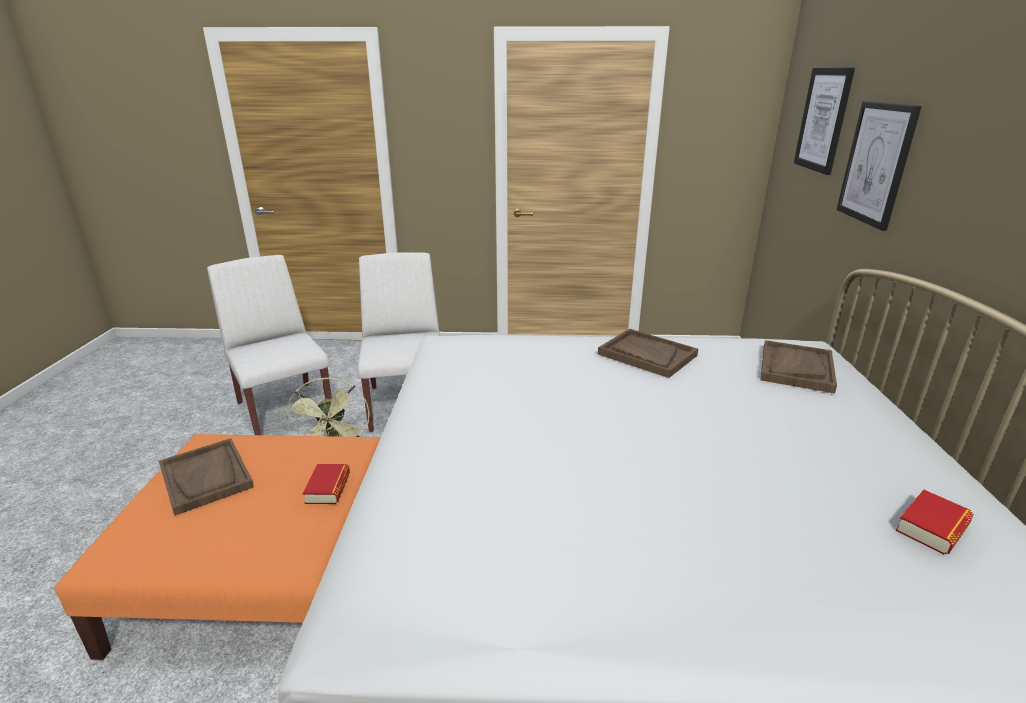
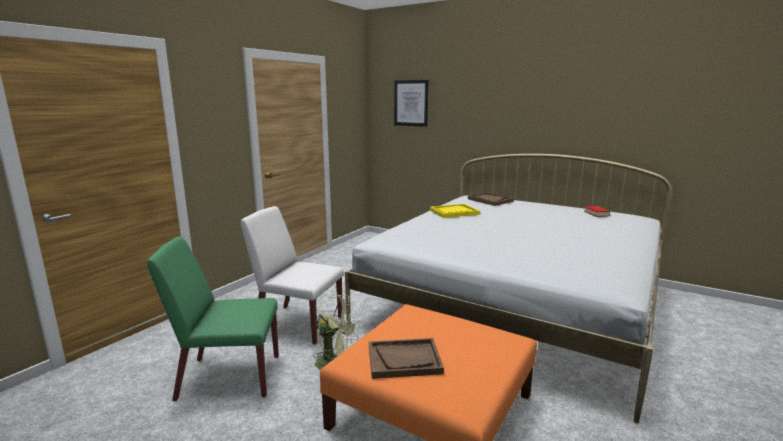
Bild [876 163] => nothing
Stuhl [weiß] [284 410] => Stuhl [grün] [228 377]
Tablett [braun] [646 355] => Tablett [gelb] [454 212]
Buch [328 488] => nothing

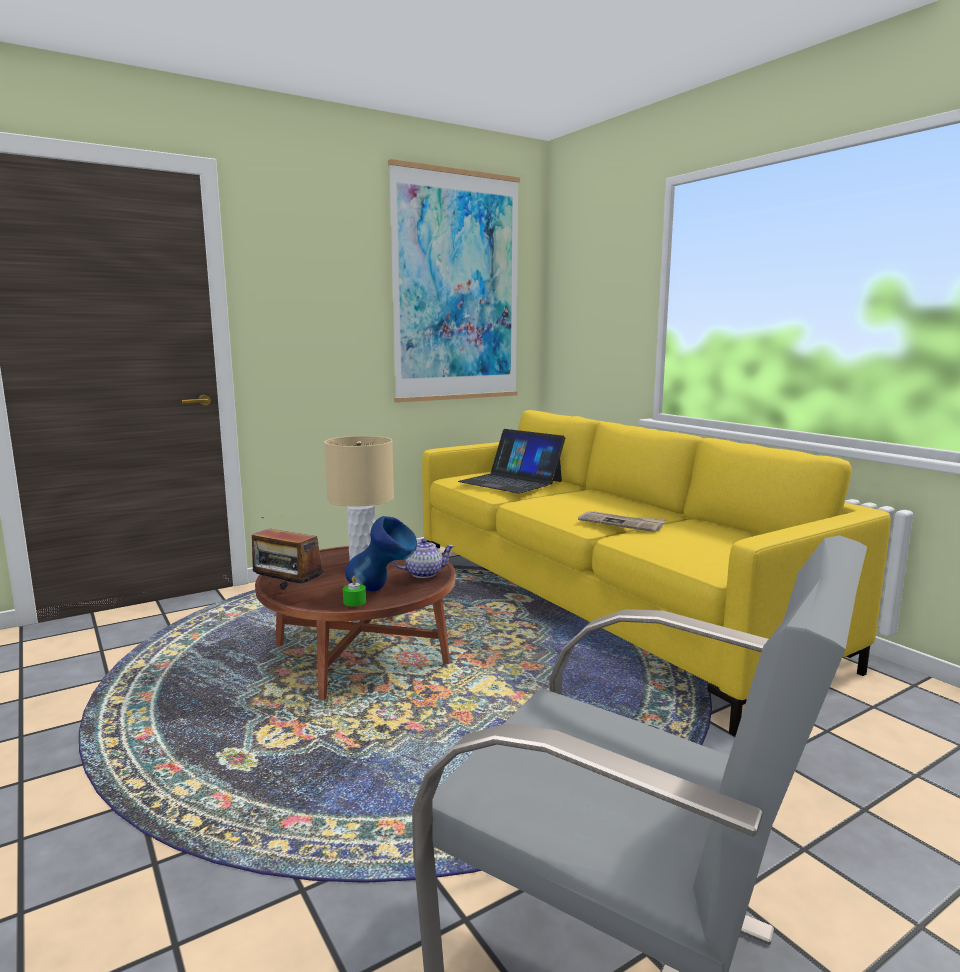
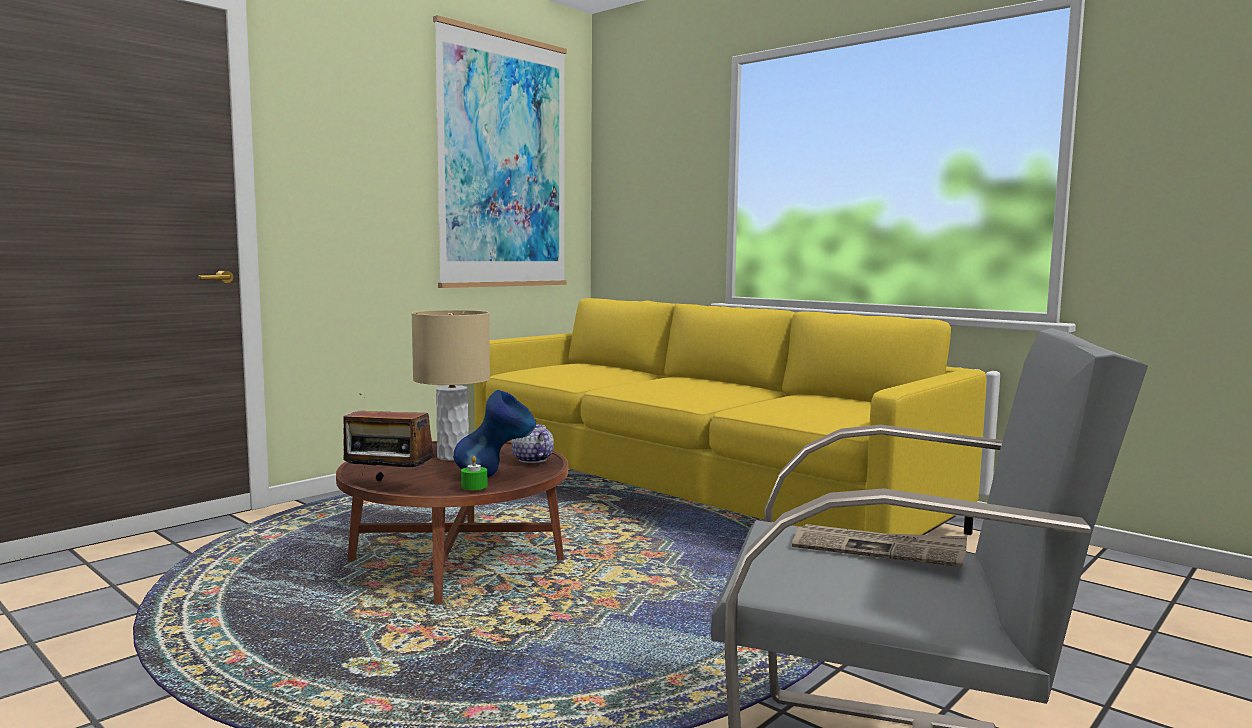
Laptop [511 481] => nothing
Zeitung [622 523] => Zeitung [878 549], moved
Teekanne [424 573] => Teekanne [531 459], 90 degrees counterclockwise

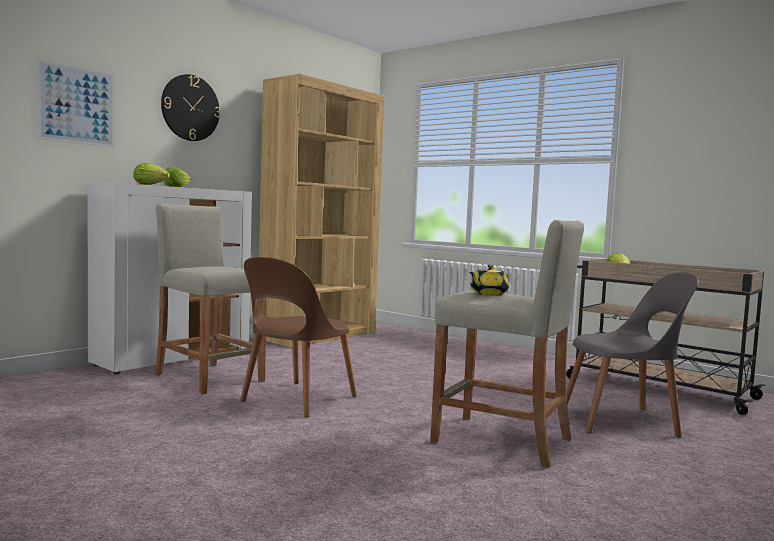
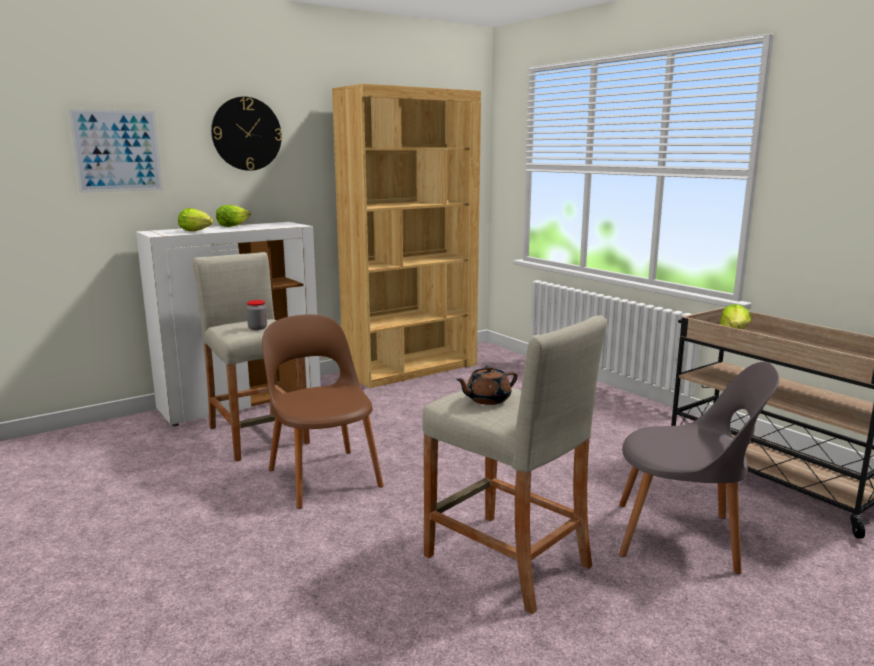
Stuhl [braun] [296 400] => Stuhl [braun] [323 475], 105 degrees clockwise
Teekanne [gelb] [488 294] => Teekanne [braun] [487 399]
nothing => Vorratsglas [257 328]

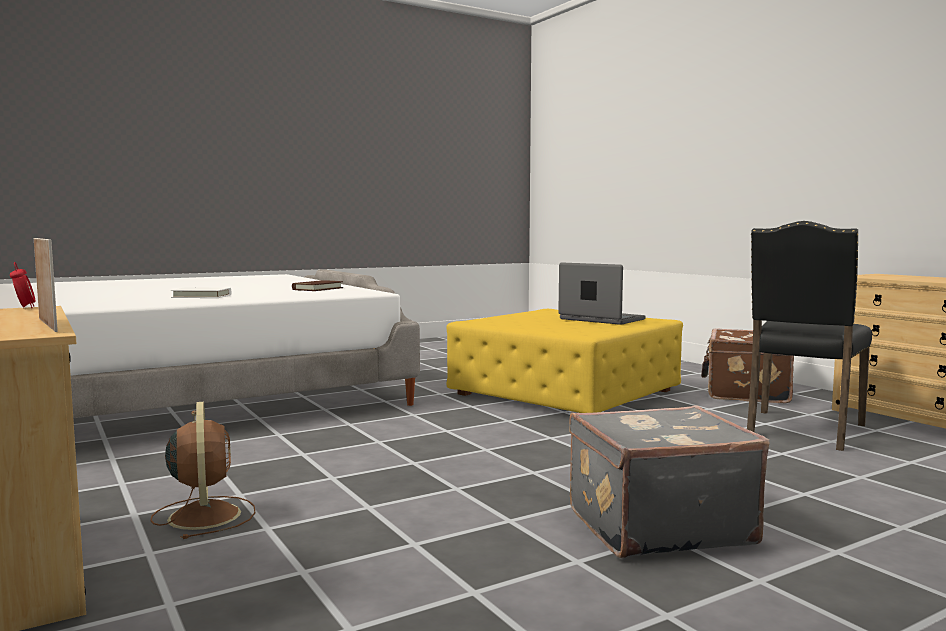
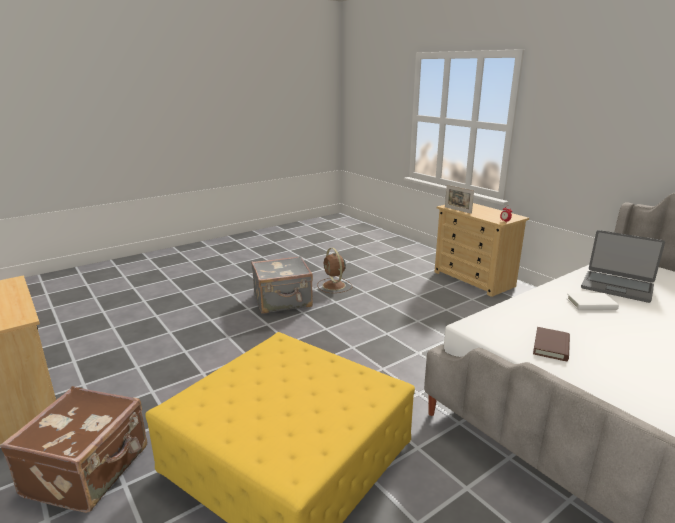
Stuhl [schwarz] [802 430] => nothing
Laptop [601 319] => Laptop [617 287], moved
Ventilator [braun] [204 515] => Ventilator [braun] [334 286], moved

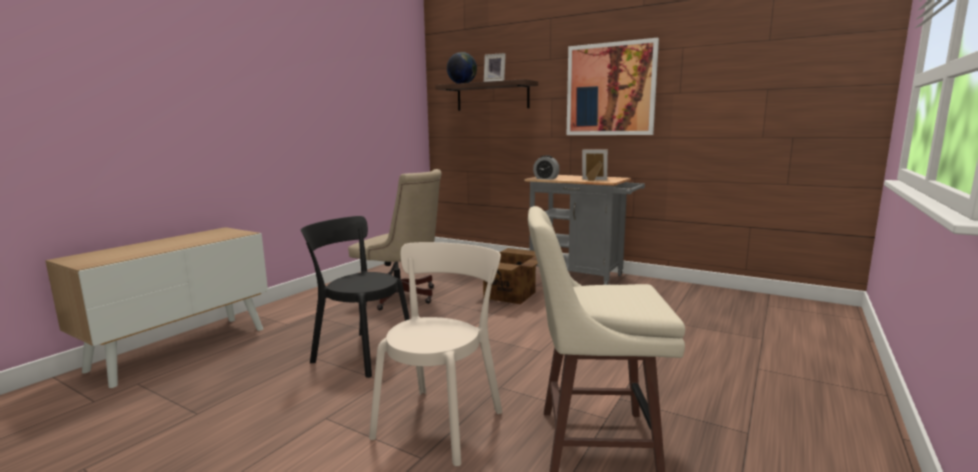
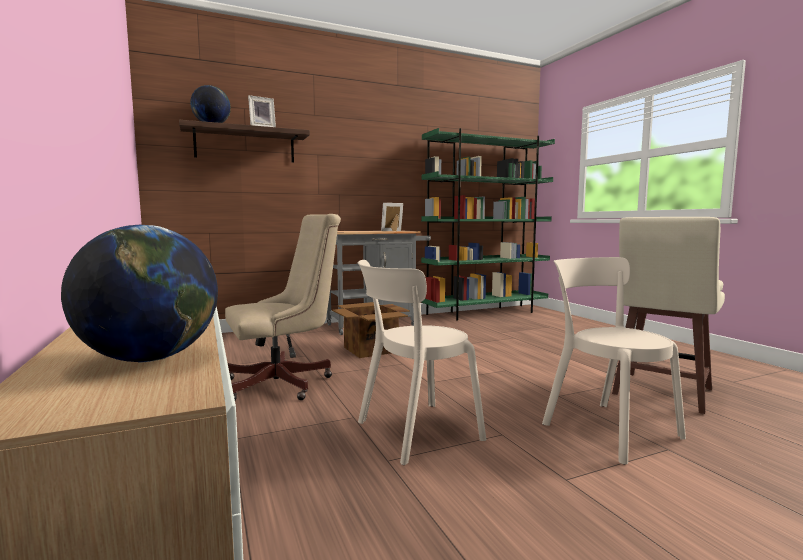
Bild [610 89] => nothing
Wecker [546 178] => nothing
Stuhl [schwarz] [360 353] => Stuhl [beige] [413 432]
nothing => Bücherregal [grün] [485 313]
nothing => Globus [150 359]

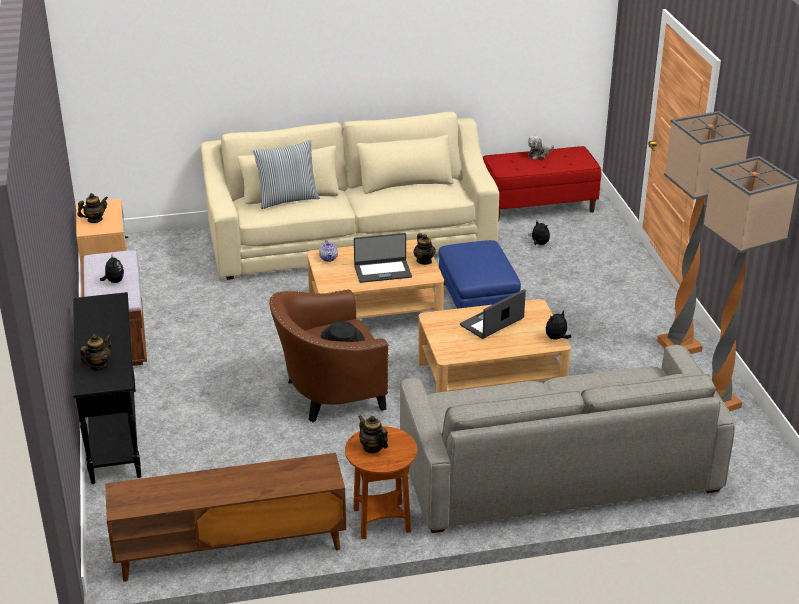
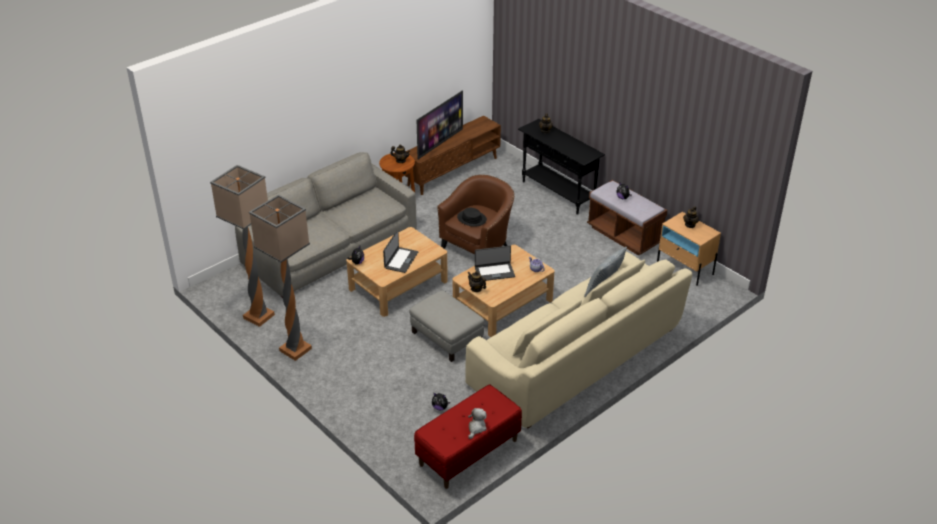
Laptop [382 271] => Laptop [494 272], 150 degrees counterclockwise
Polsterhocker [blau] [476 300] => Polsterhocker [grau] [447 337]
nothing => Fernseher [439 143]

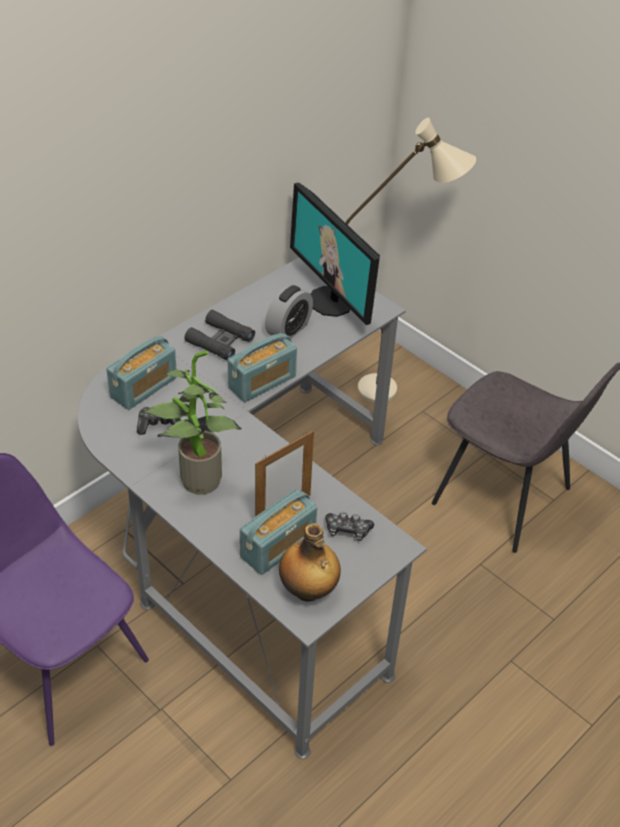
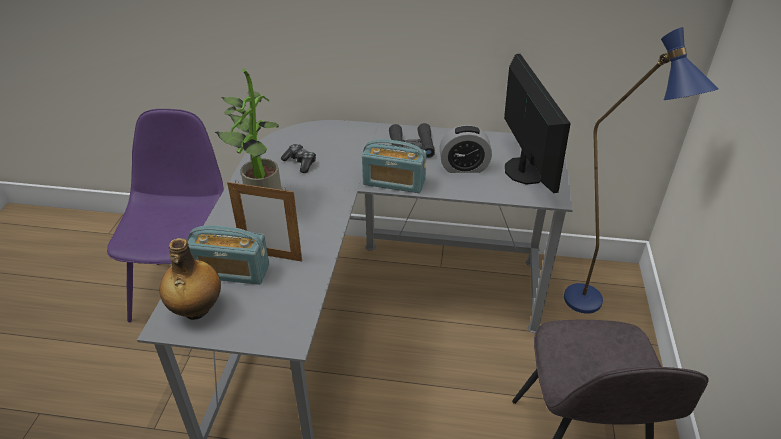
Stehlampe [beige] [392 392] => Stehlampe [blau] [592 309]
Monitor [331 301] => Monitor [523 171], 150 degrees clockwise
Radio [144 387] => nothing
Gamepad [347 530] => nothing

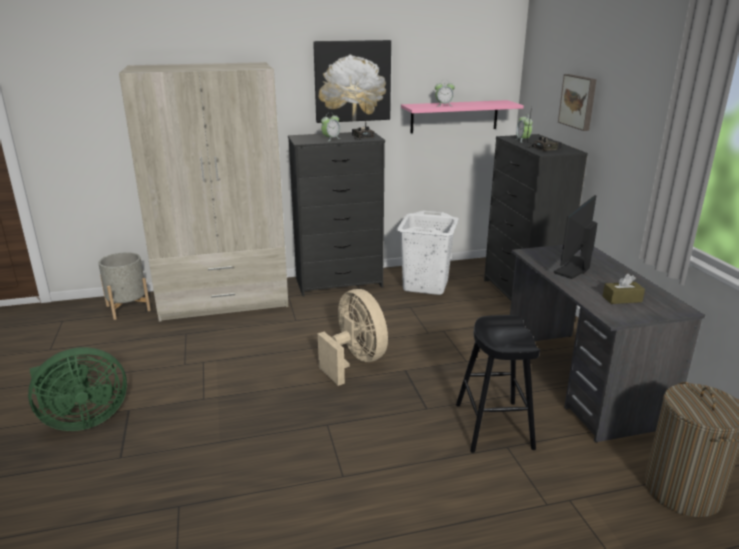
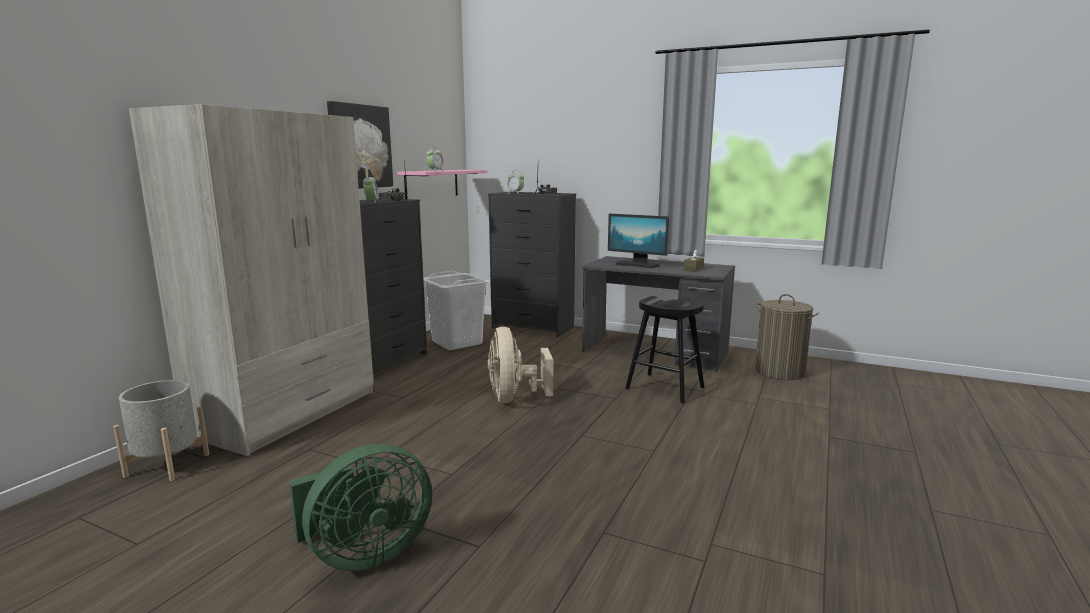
Bild [578 101] => nothing
Monitor [574 268] => Monitor [636 265], 45 degrees counterclockwise
Ventilator [beige] [355 361] => Ventilator [beige] [514 398], 105 degrees counterclockwise
Ventilator [grün] [82 420] => Ventilator [grün] [364 555], 45 degrees clockwise

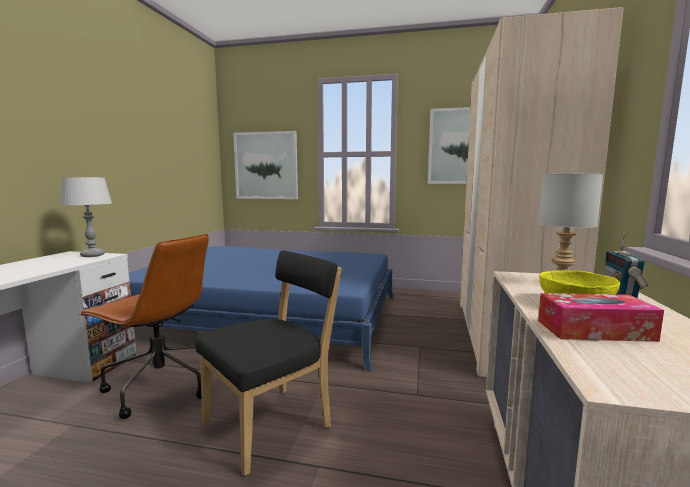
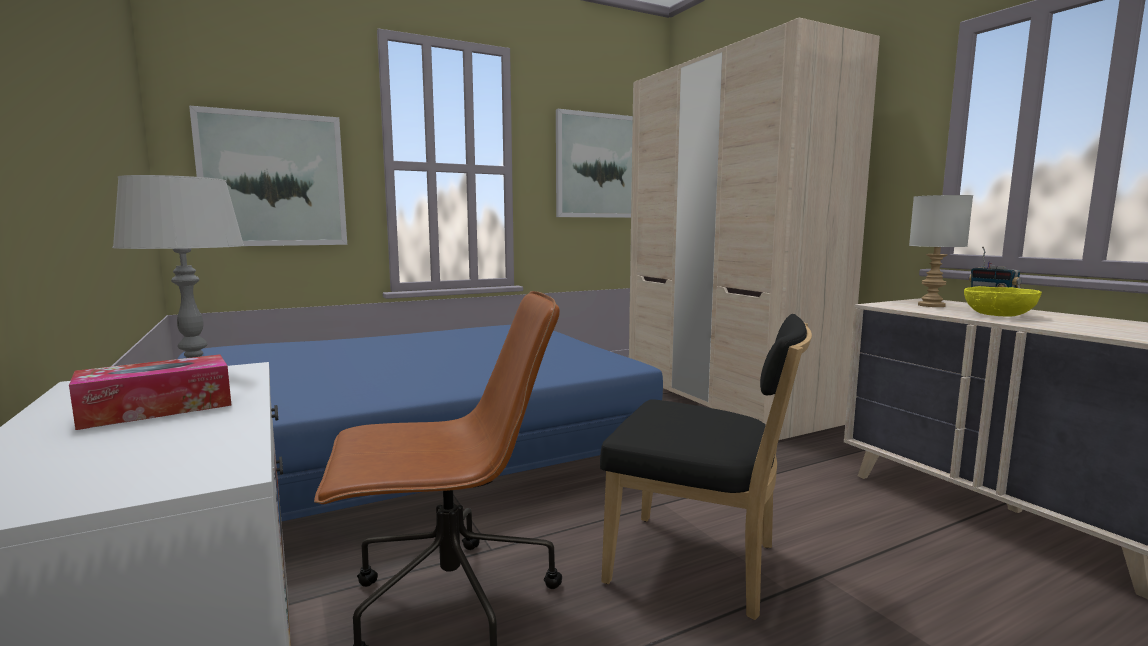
Stuhl [schwarz] [273 423] => Stuhl [schwarz] [701 566], 105 degrees clockwise
Taschentuchbox [594 330] => Taschentuchbox [157 408], moved

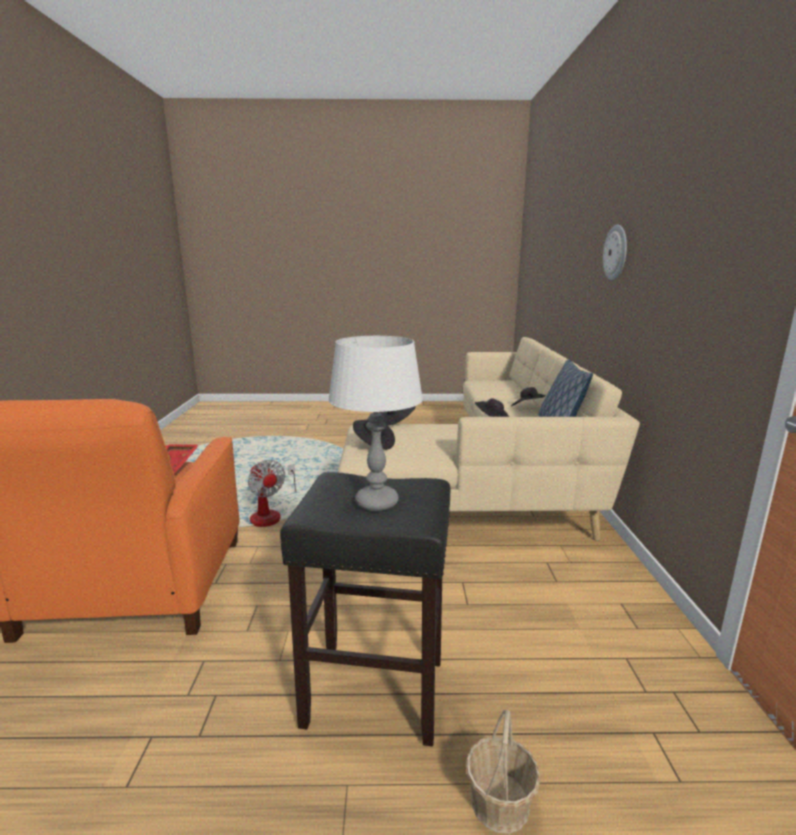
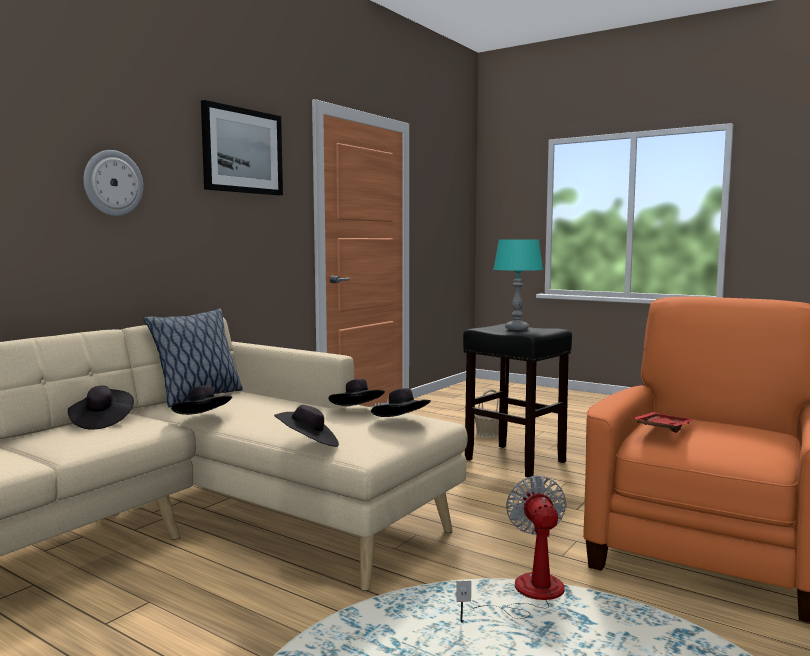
Tischlampe [weiß] [377 502] => Tischlampe [türkis] [516 329]
nothing => Bild [242 151]
nothing => Hut [schwarz] [357 411]

